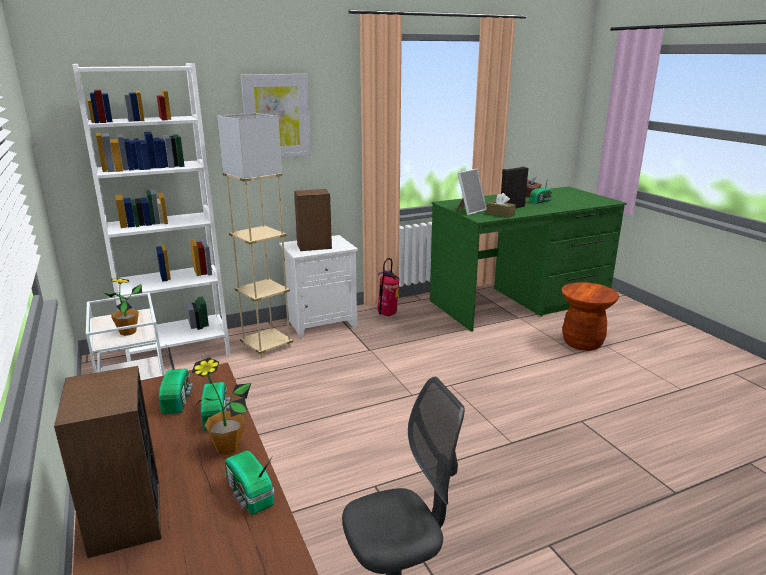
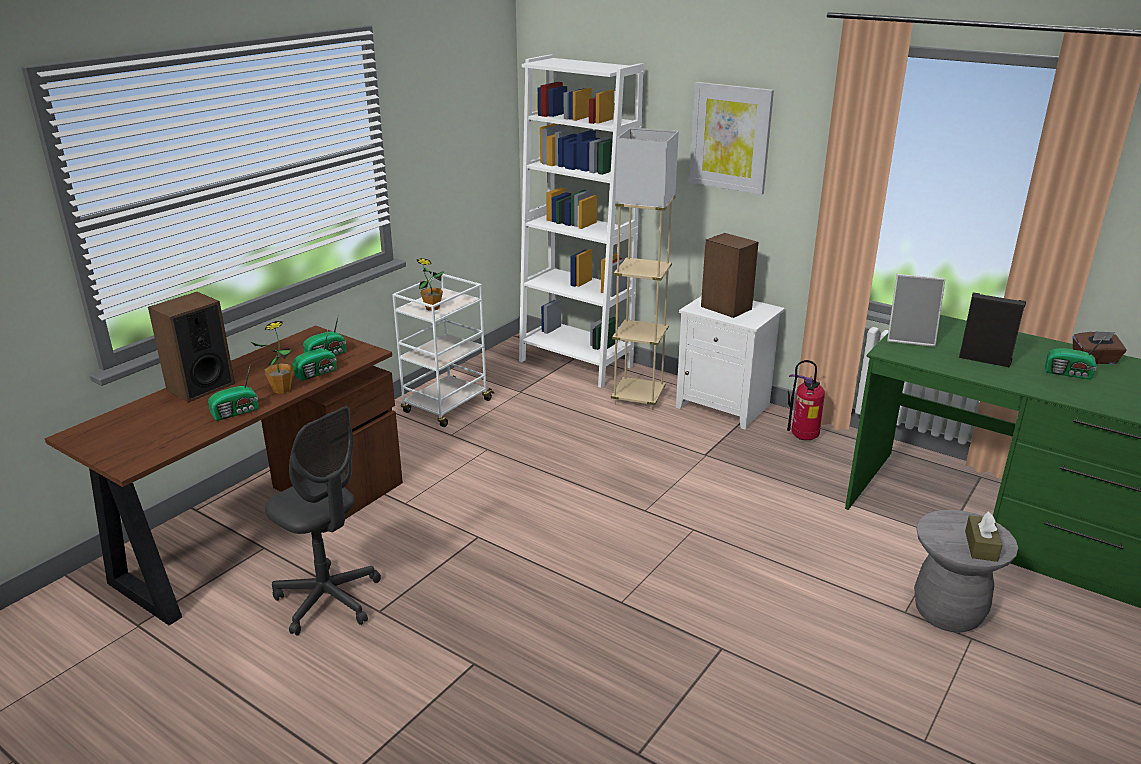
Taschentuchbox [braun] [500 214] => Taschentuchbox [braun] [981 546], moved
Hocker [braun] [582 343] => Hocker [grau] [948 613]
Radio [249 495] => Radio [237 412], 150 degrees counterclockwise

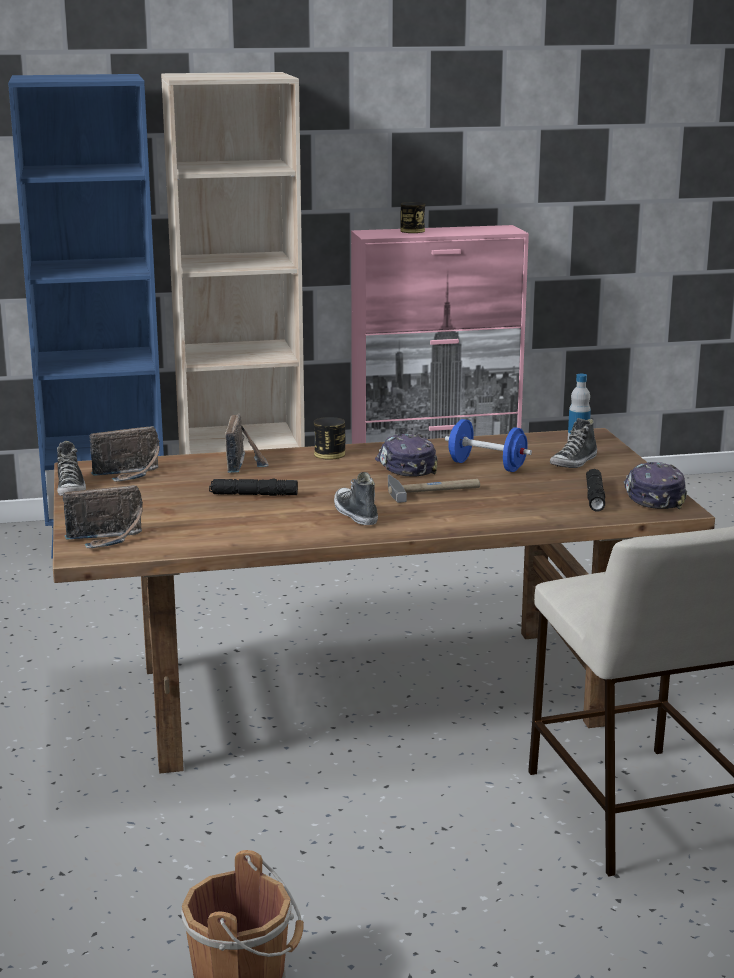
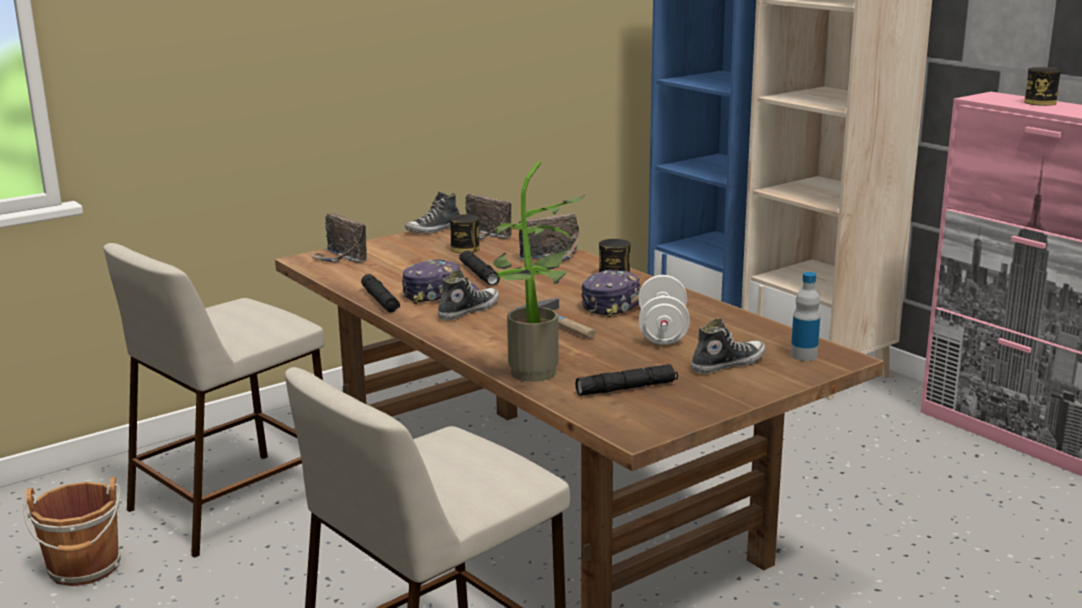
Schuh [574 463] => Schuh [727 364], 135 degrees clockwise
Hantel [blau] [487 466] => Hantel [weiß] [662 332]
Kappe [653 497] => Kappe [439 294], moved
nothing => Topfpflanze [536 375]
nothing => Dose [465 249]
nothing => Hocker [beige] [234 501]
nothing => Taschenlampe [schwarz] [380 300]

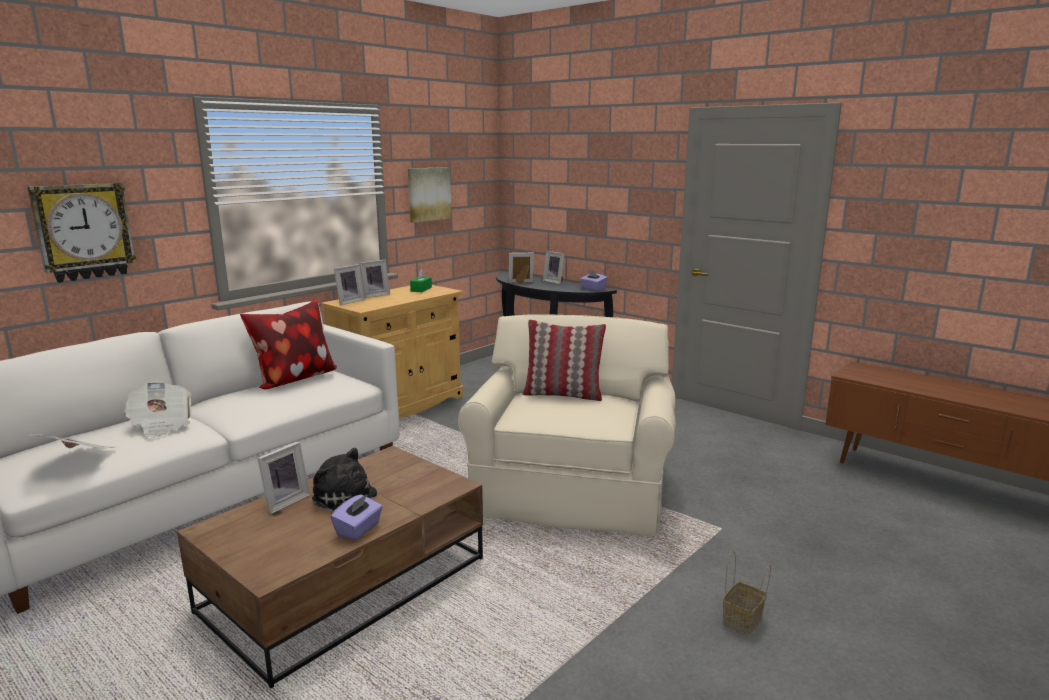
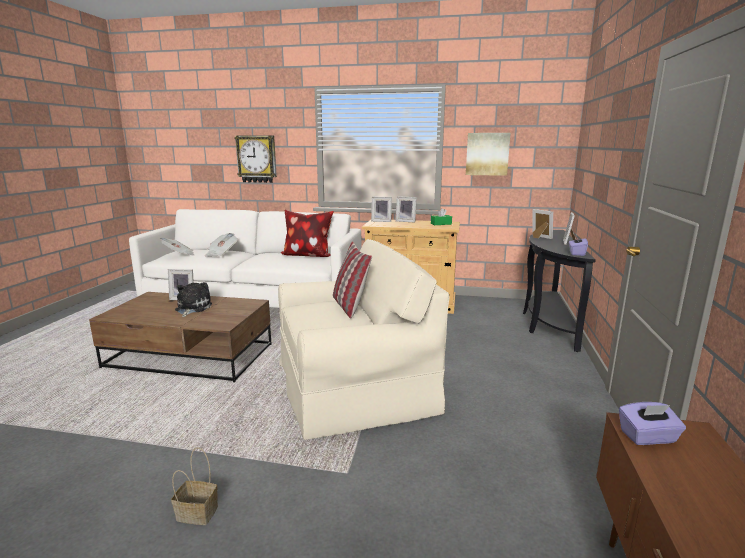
Taschentuchbox [lila] [358 529] => Taschentuchbox [lila] [648 437], moved

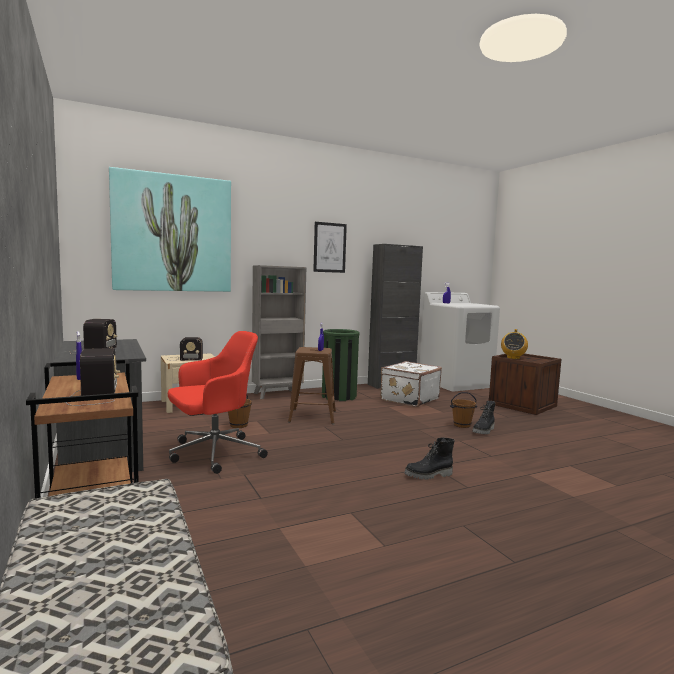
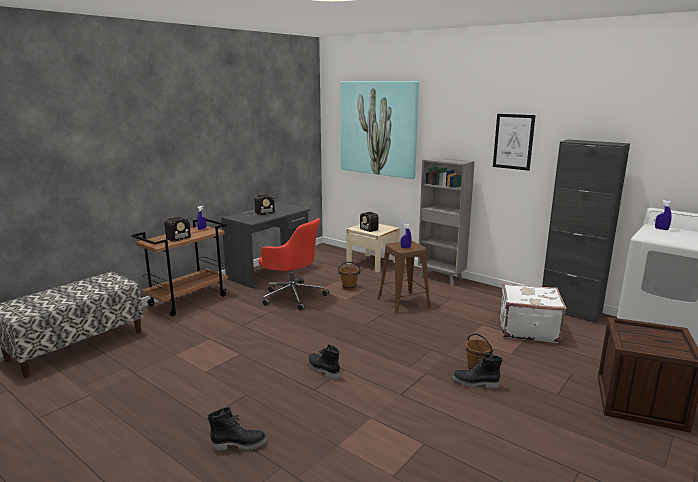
Mülleimer [grün] [339 396] => nothing
Radio [513 358] => nothing
nothing => Stiefel [schwarz] [239 444]

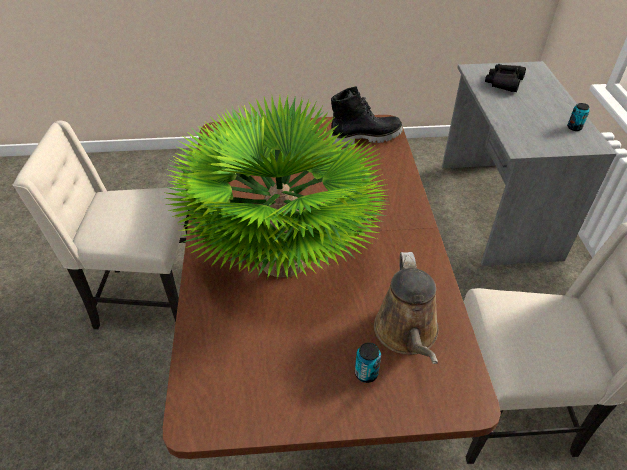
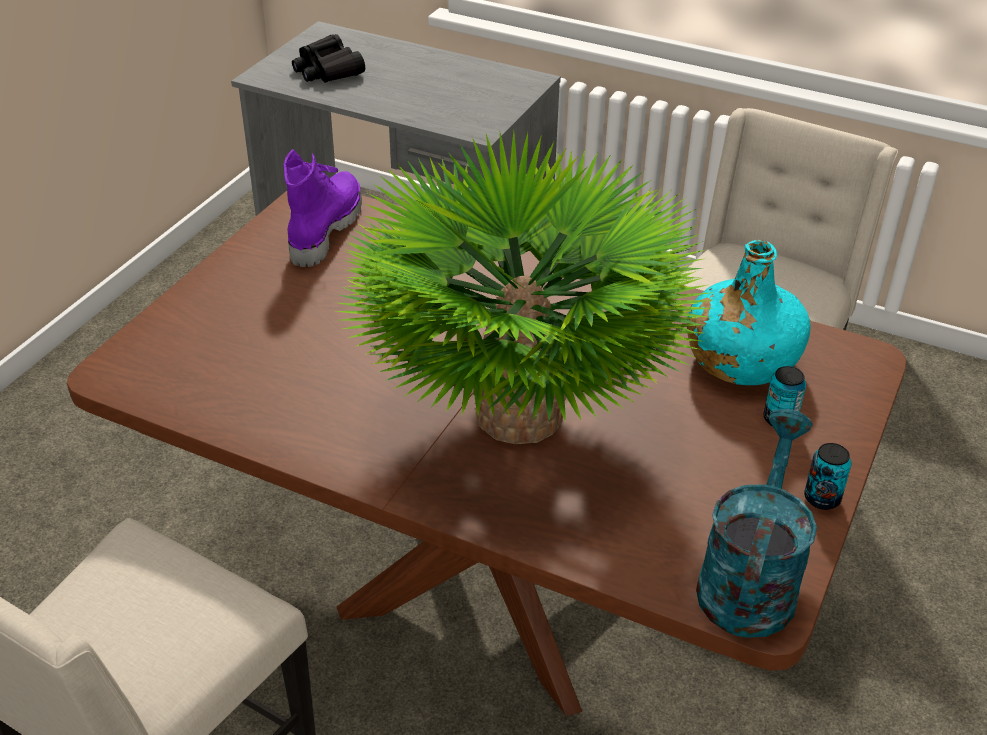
Stiefel [schwarz] [365 137] => Stiefel [lila] [324 229]
Dose [574 127] => Dose [822 498], moved
Gießkanne [braun] [407 334] => Flasche [türkis] [741 360]
nothing => Gießkanne [türkis] [749 579]

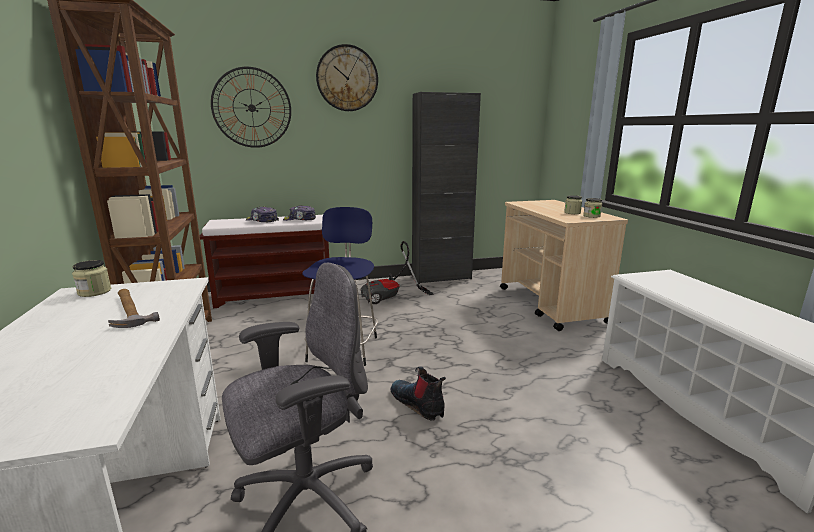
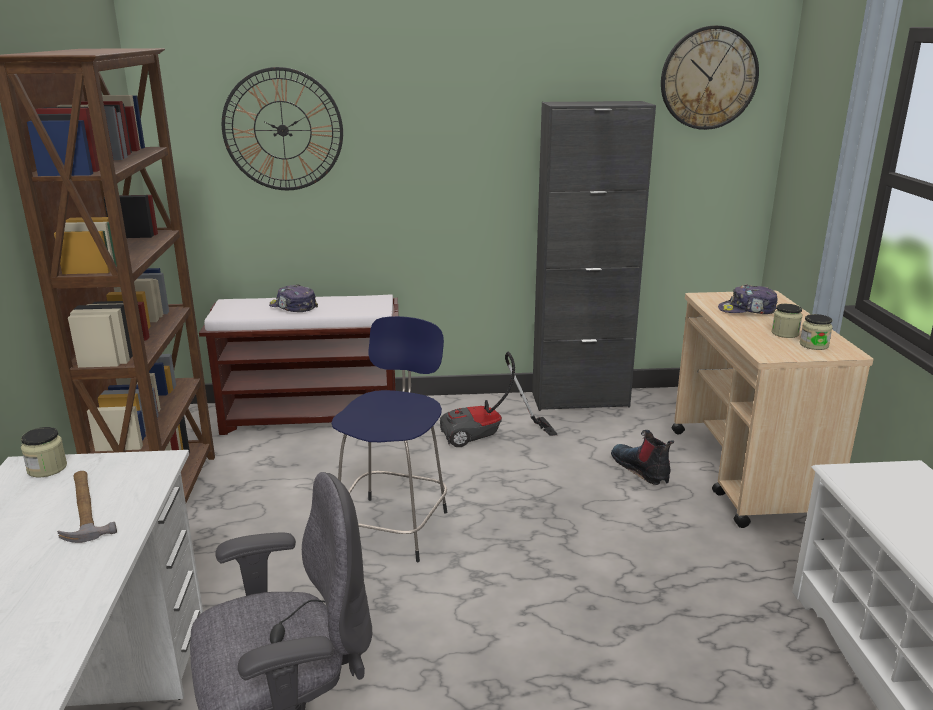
Wanduhr [347 78] => Wanduhr [708 78], moved
Kappe [299 220] => Kappe [747 310], moved
Stiefel [418 404] => Stiefel [641 469], moved

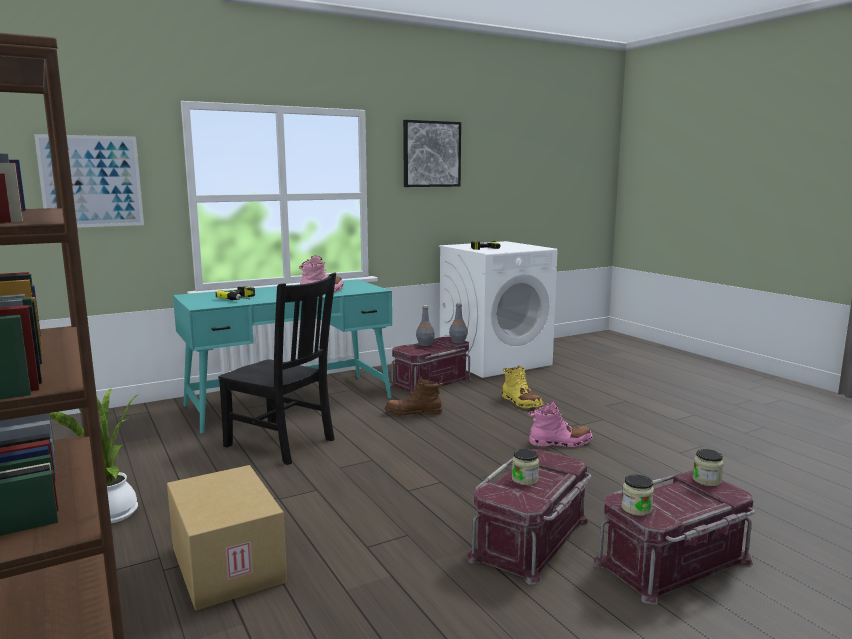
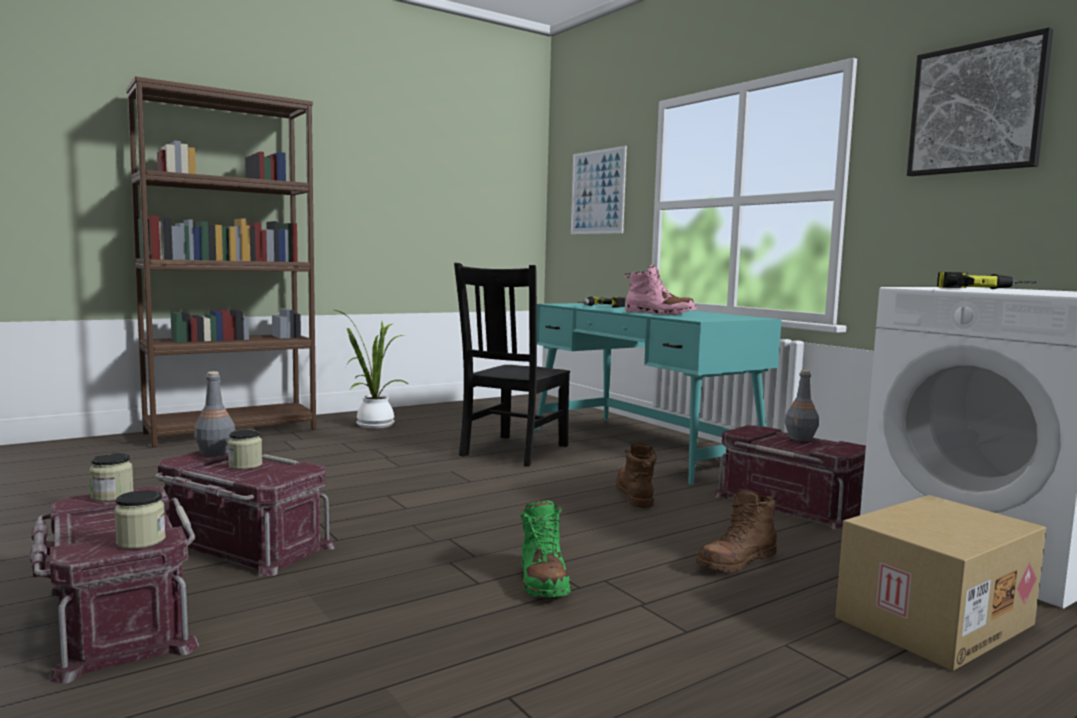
Flasche [grau] [458 341] => Flasche [grau] [215 452], moved
Stiefel [gelb] [521 402] => Stiefel [braun] [736 562]
Stiefel [rosa] [560 442] => Stiefel [grün] [542 580]
Karton [225 564] => Karton [932 620], moved

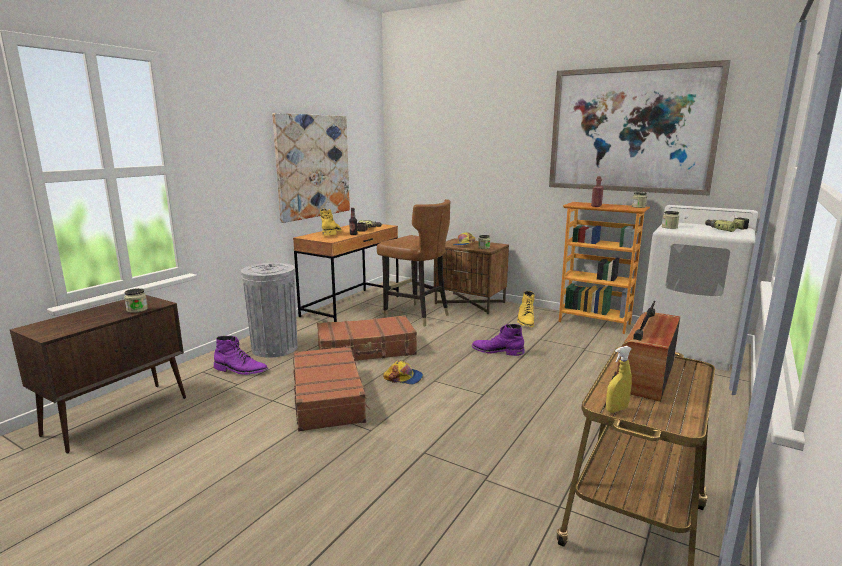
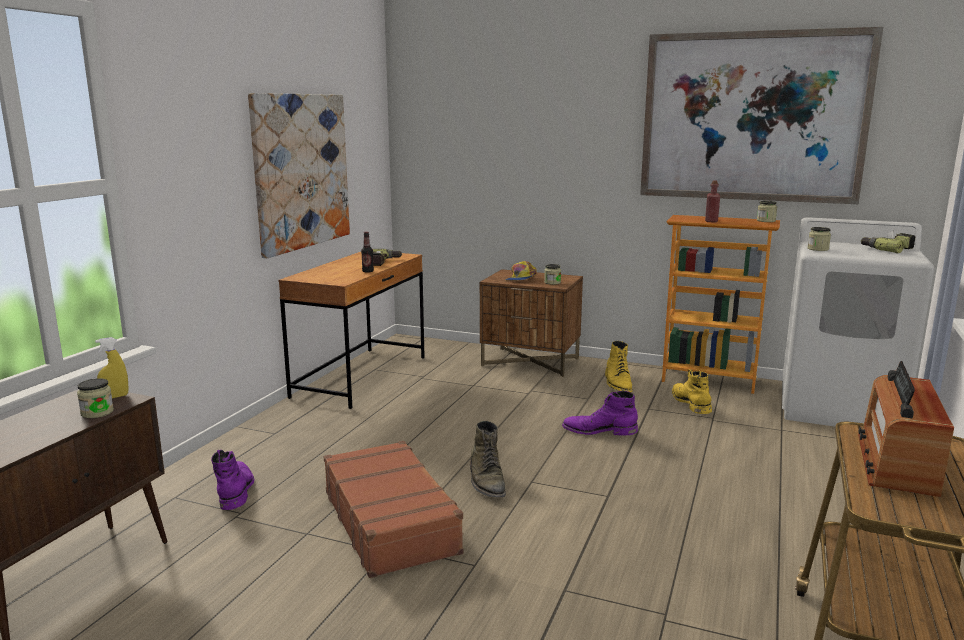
Stuhl [braun] [416 315] => nothing
Stiefel [gelb] [331 233] => Stiefel [gelb] [691 403], moved
Mülleimer [grau] [275 348] => nothing
Koffer [braun] [366 350] => nothing
Stiefel [lila] [241 370] => Stiefel [lila] [235 490], 105 degrees counterclockwise
Sprühflasche [gelb] [616 409] => Sprühflasche [gelb] [115 397], moved
Kappe [404 377] => Stiefel [grün] [486 481]

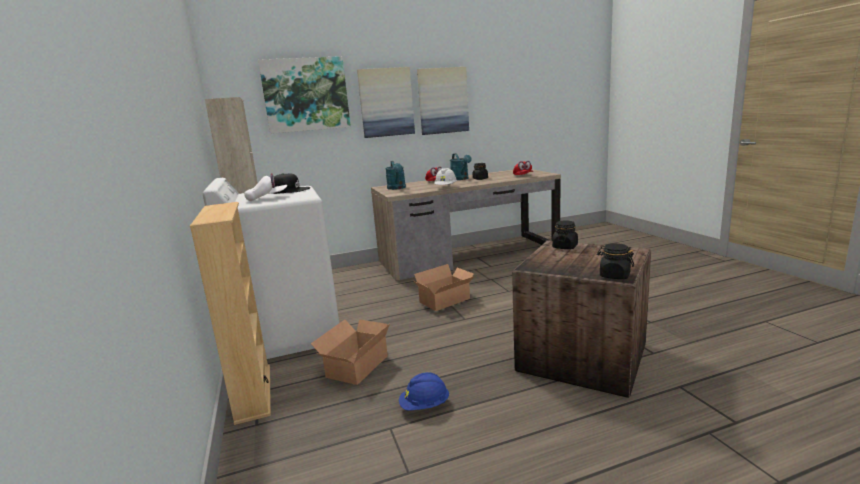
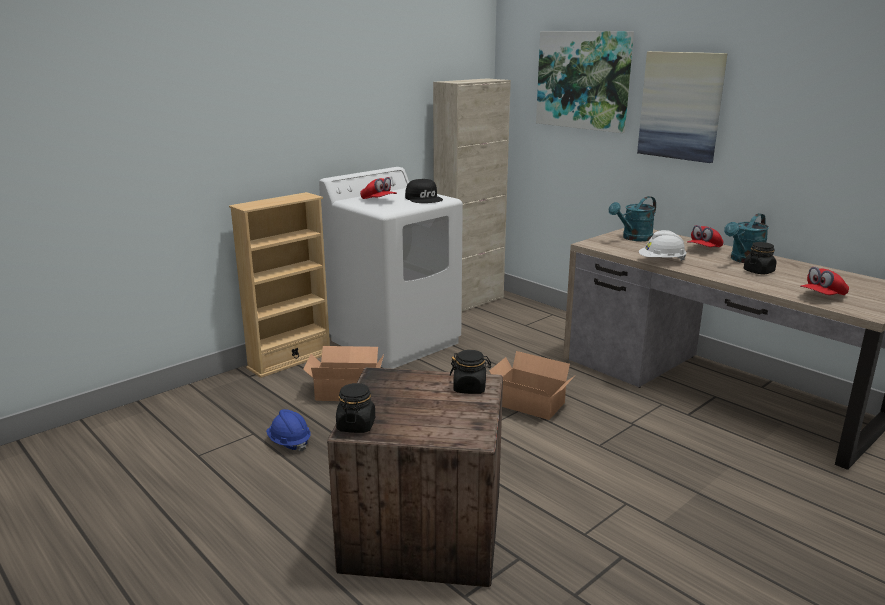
Bild [443 101] => nothing
Kappe [weiß] [267 198] => Kappe [rot] [378 201]

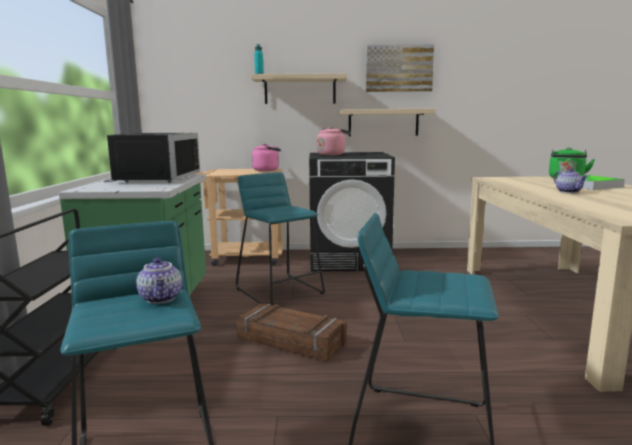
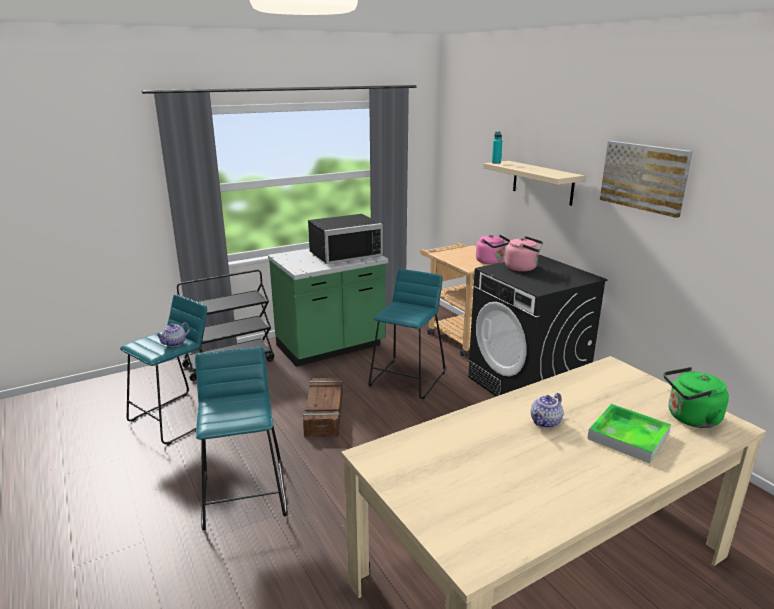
Wandregal [beige] [383 122] => nothing

